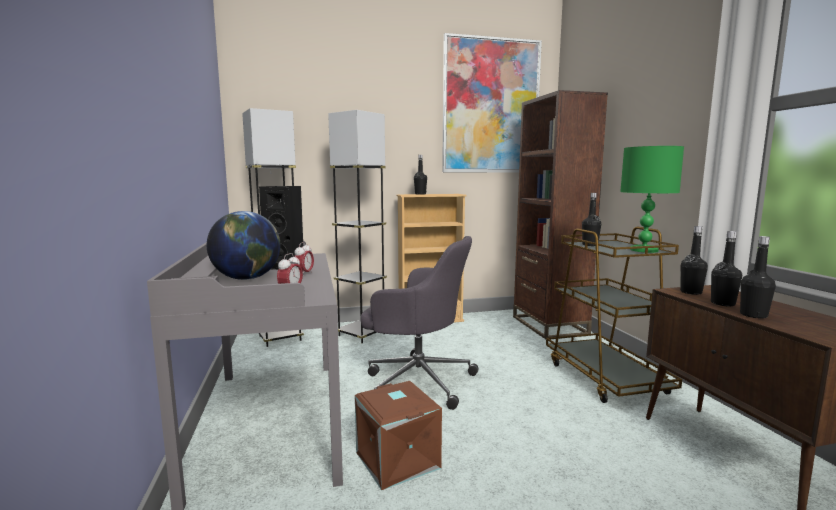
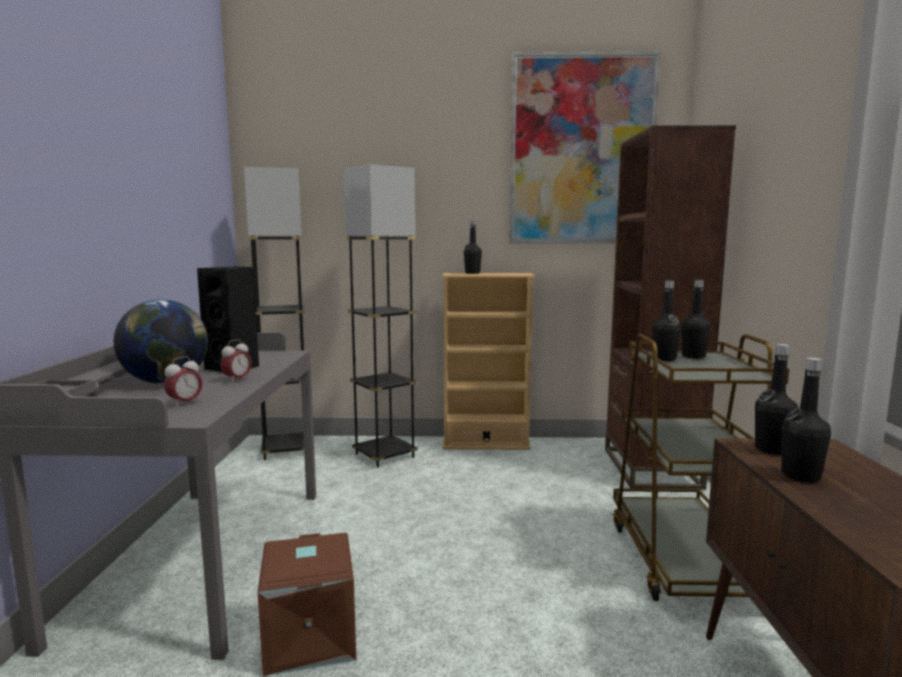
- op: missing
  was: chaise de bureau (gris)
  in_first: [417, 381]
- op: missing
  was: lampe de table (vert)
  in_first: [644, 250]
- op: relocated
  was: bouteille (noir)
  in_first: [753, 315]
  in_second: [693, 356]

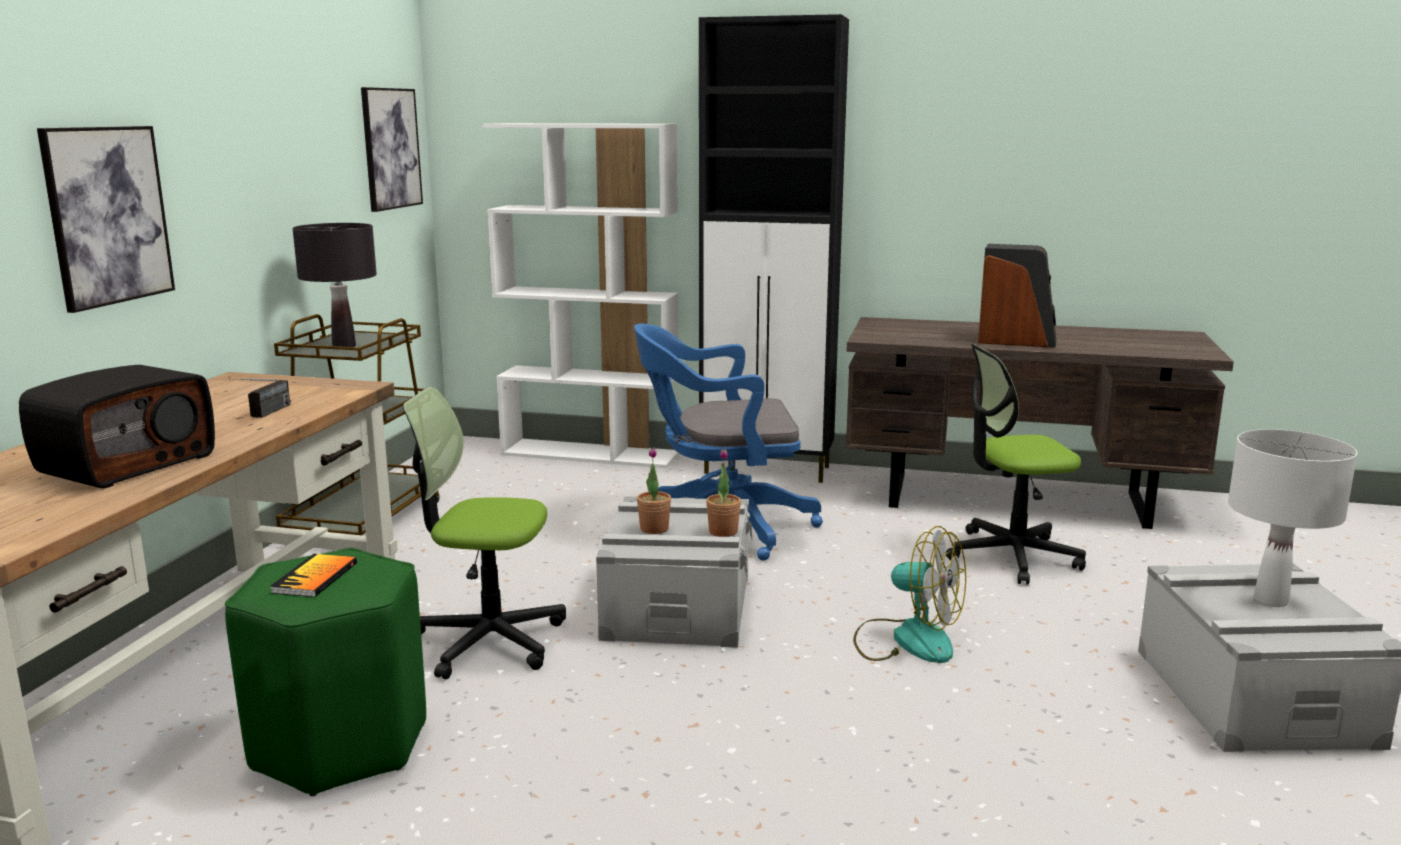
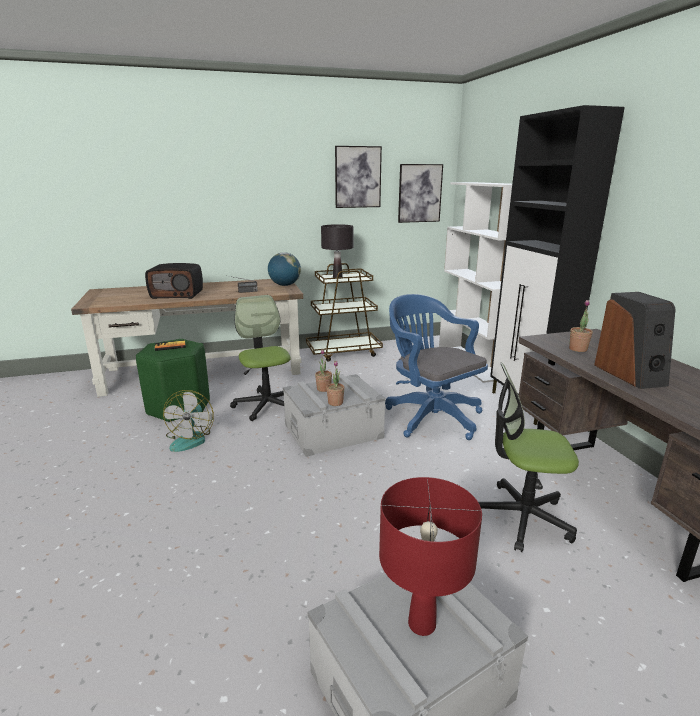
- op: appeared
  now: globe
  in_second: [285, 285]
- op: appeared
  now: plante en pot
  in_second: [578, 349]
- op: relocated
  was: tableau
  in_first: [108, 215]
  in_second: [357, 177]
- op: relocated
  was: ventilateur
  in_first: [907, 640]
  in_second: [191, 439]
- op: colour
  was: lampe de table (blanc)
  now: lampe de table (rouge)
  in_first: [1270, 600]
  in_second: [422, 624]
- op: spun
  was: chaise de bureau
  in_first: [1012, 556]
  in_second: [521, 517]
  clockwise: -45

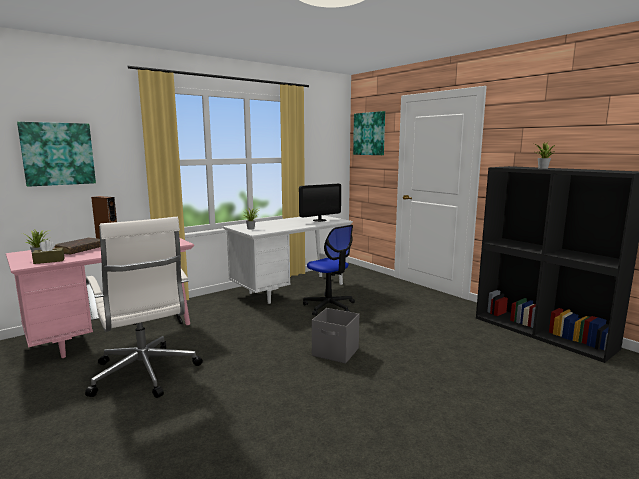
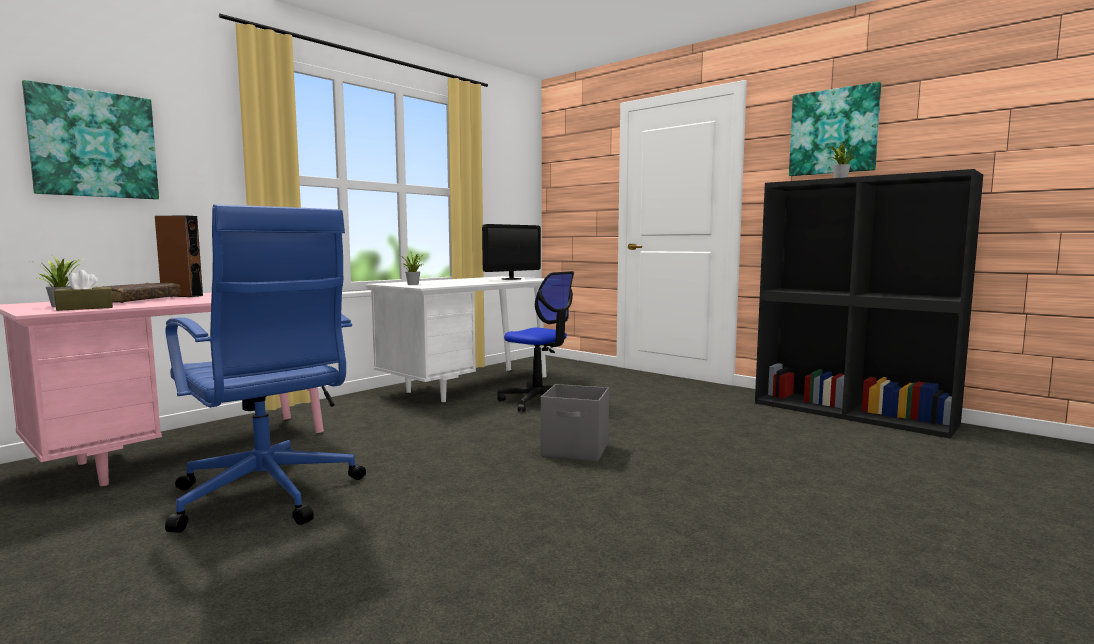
- op: relocated
  was: tableau
  in_first: [369, 134]
  in_second: [833, 132]
- op: colour
  was: chaise de bureau (blanc)
  now: chaise de bureau (bleu)
  in_first: [144, 374]
  in_second: [267, 496]

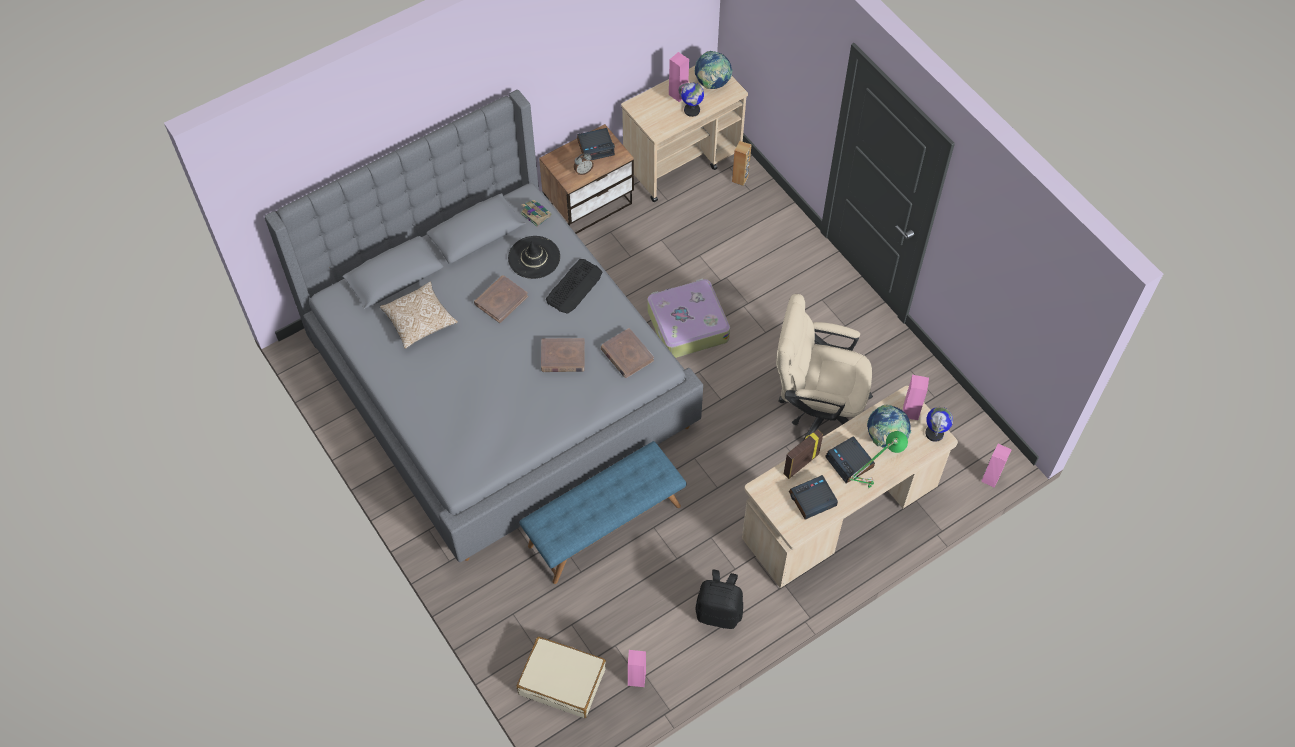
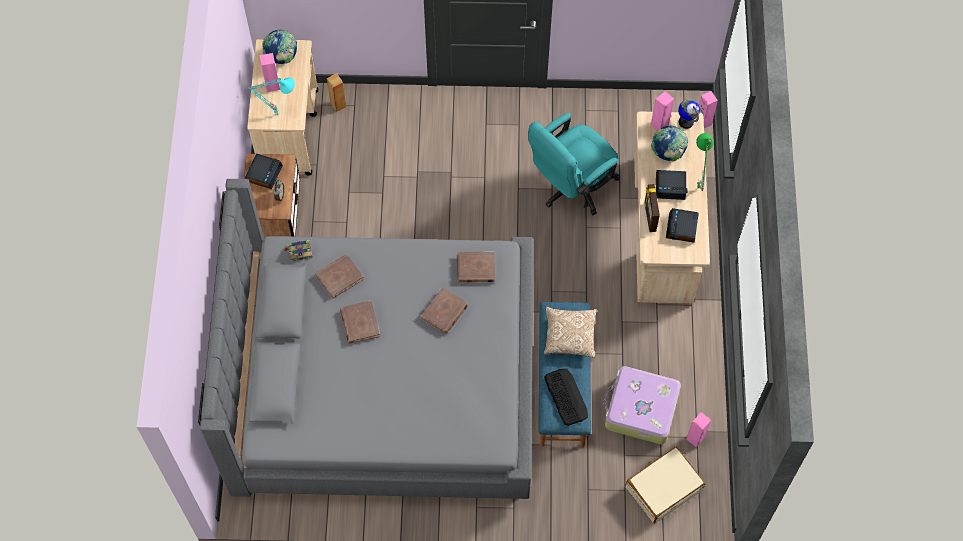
- op: missing
  was: globe
  in_first: [692, 110]
- op: missing
  was: sac à dos (noir)
  in_first: [719, 612]
- op: appeared
  now: lampe de table (turquoise)
  in_second: [277, 113]
- op: relocated
  was: coussin
  in_first: [419, 321]
  in_second: [569, 336]
- op: relocated
  was: clavier
  in_first: [574, 286]
  in_second: [566, 397]
- op: relocated
  was: valise
  in_first: [687, 325]
  in_second: [640, 409]
- op: exchanged
  was: chapeau (noir)
  now: livre (marron)
  in_first: [534, 257]
  in_second: [339, 277]
- op: colour
  was: chaise de bureau (beige)
  now: chaise de bureau (turquoise)
  in_first: [816, 408]
  in_second: [571, 187]

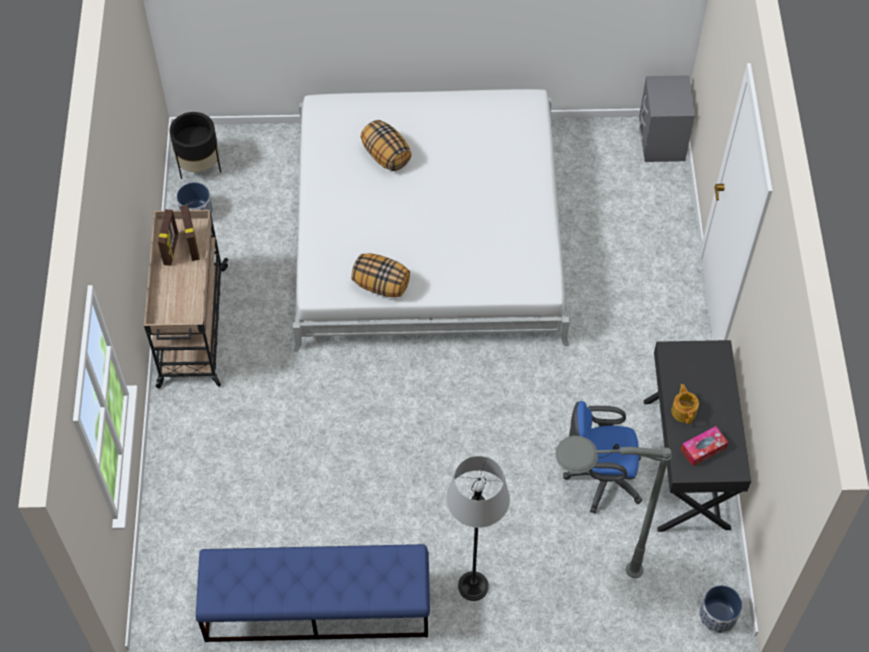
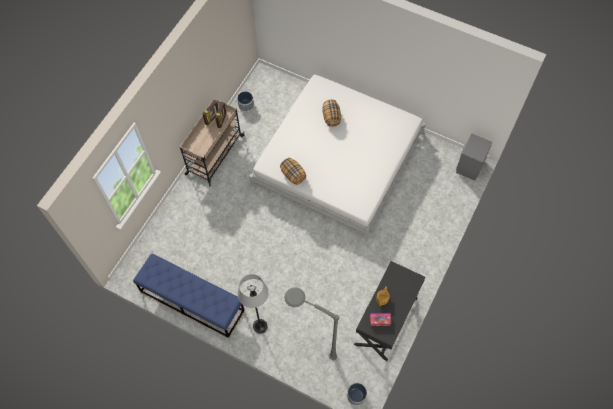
- op: missing
  was: cache-pot (noir)
  in_first: [199, 166]
- op: missing
  was: chaise de bureau (bleu)
  in_first: [600, 478]

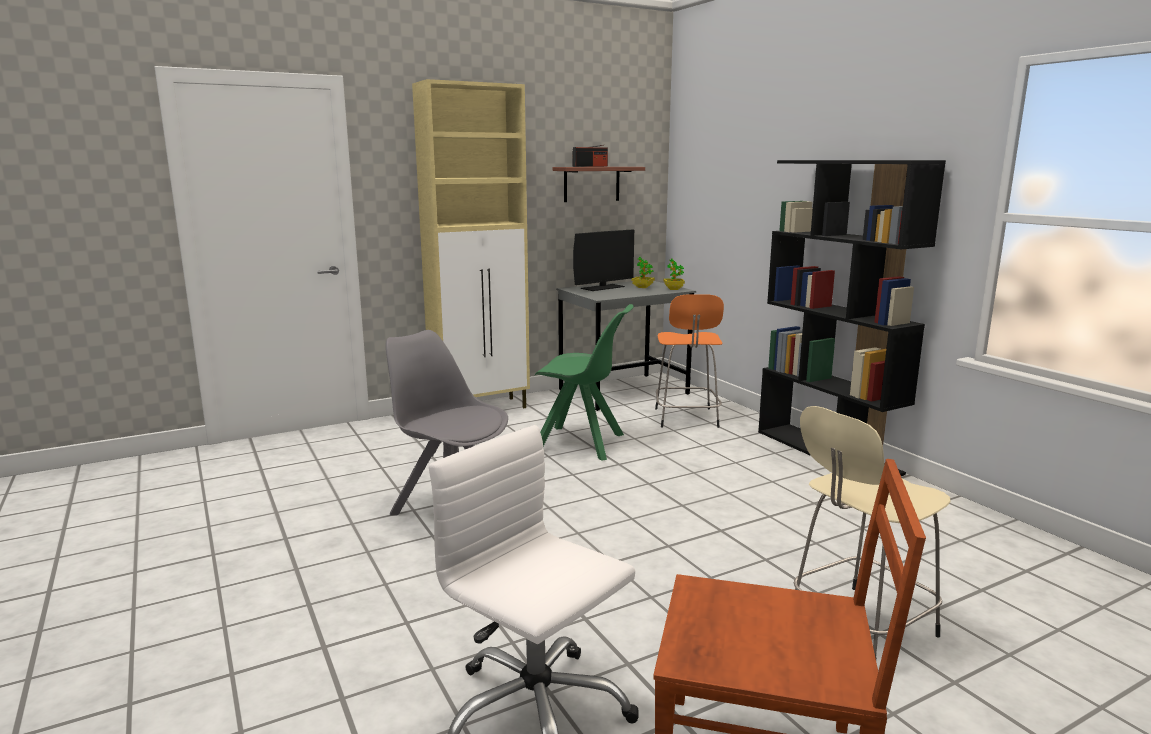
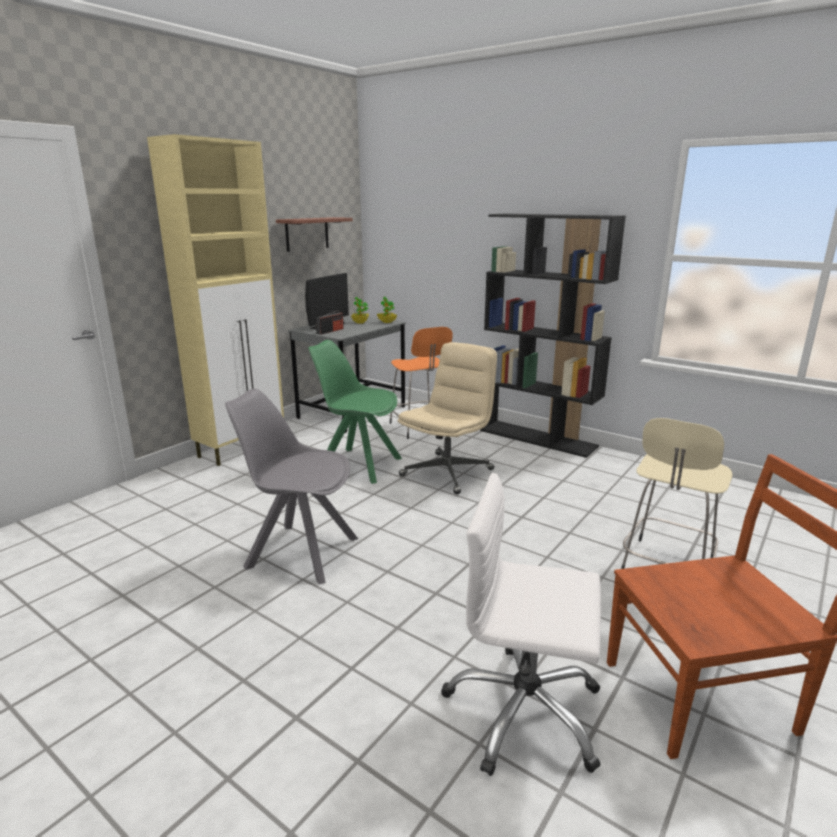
- op: appeared
  now: chaise de bureau (beige)
  in_second: [447, 472]
- op: relocated
  was: radio
  in_first: [590, 166]
  in_second: [330, 331]
- op: spun
  was: chaise (vert)
  in_first: [582, 444]
  in_second: [357, 465]
  clockwise: -150

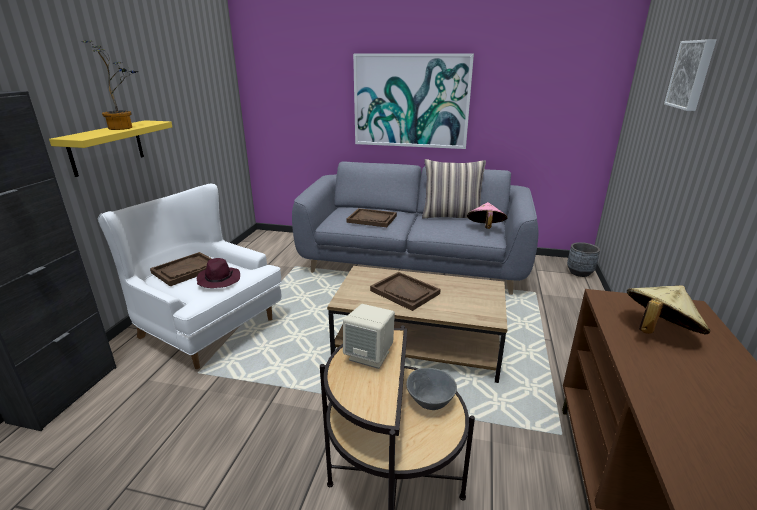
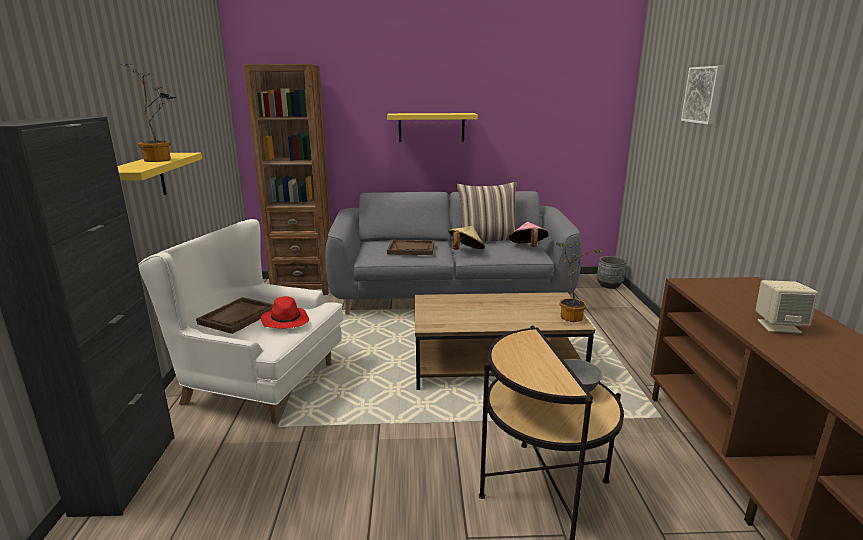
- op: missing
  was: plateau (marron)
  in_first: [405, 292]
- op: appeared
  now: bibliothèque (marron)
  in_second: [304, 286]
- op: appeared
  now: plante en pot
  in_second: [570, 316]
- op: relocated
  was: enceinte (beige)
  in_first: [370, 355]
  in_second: [778, 326]
- op: relocated
  was: chapeau (beige)
  in_first: [658, 331]
  in_second: [465, 251]
- op: exchanged
  was: tableau
  now: étagère (jaune)
  in_first: [411, 101]
  in_second: [431, 127]
- op: colour
  was: chapeau (violet)
  now: chapeau (rouge)
  in_first: [218, 280]
  in_second: [285, 321]

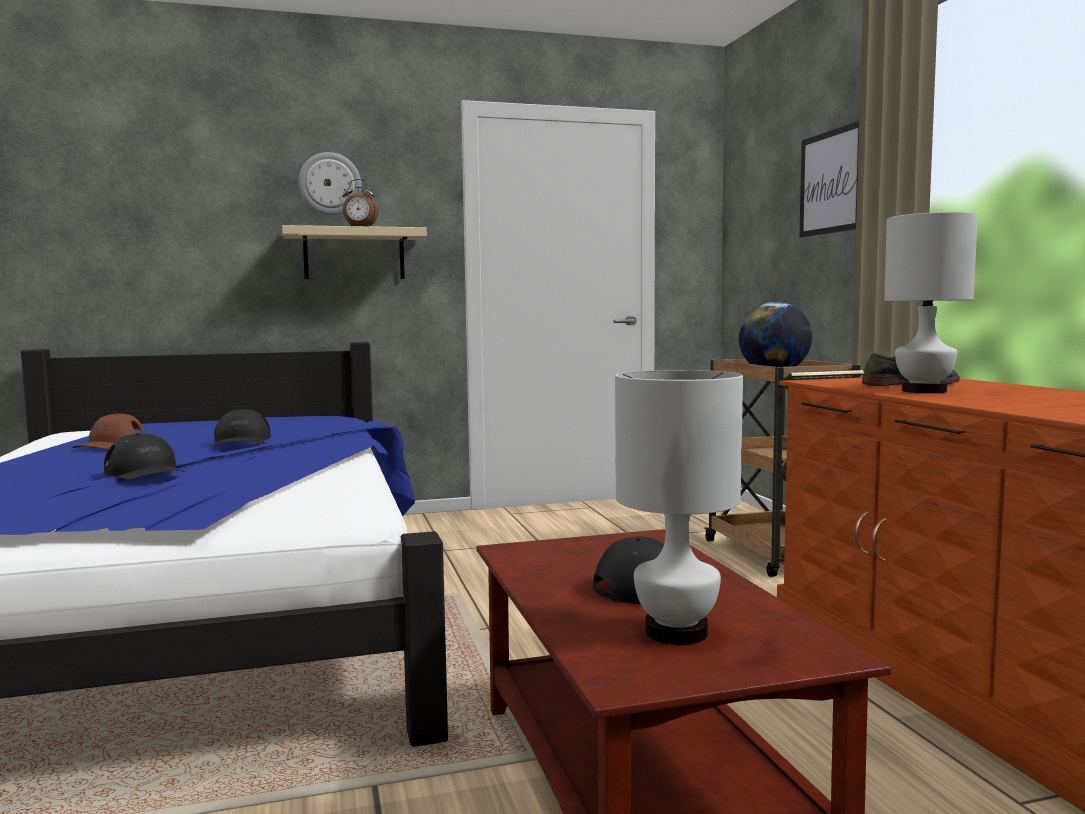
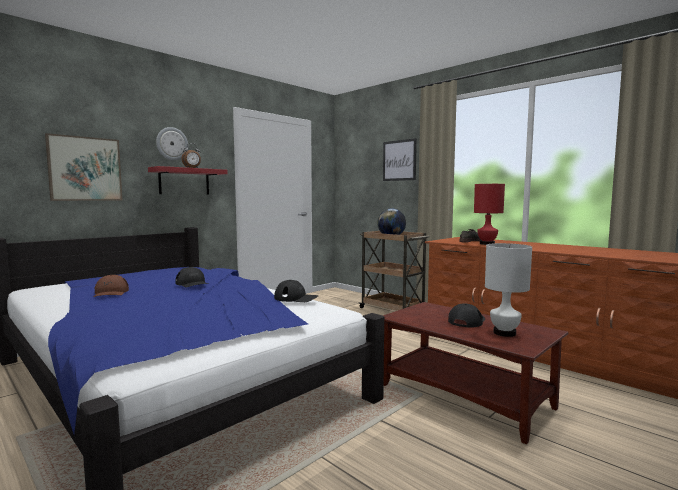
- op: appeared
  now: tableau
  in_second: [85, 169]
- op: relocated
  was: casquette (noir)
  in_first: [145, 472]
  in_second: [296, 298]
- op: colour
  was: étagère (beige)
  now: étagère (rouge)
  in_first: [354, 254]
  in_second: [184, 181]
- op: colour
  was: lampe de table (blanc)
  now: lampe de table (rouge)
  in_first: [923, 391]
  in_second: [486, 244]

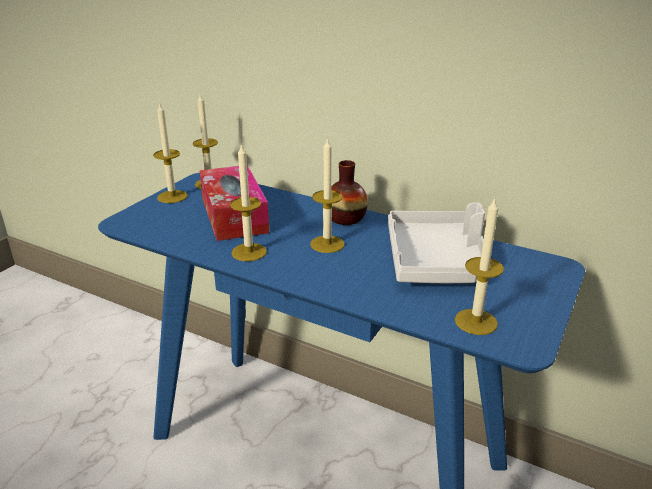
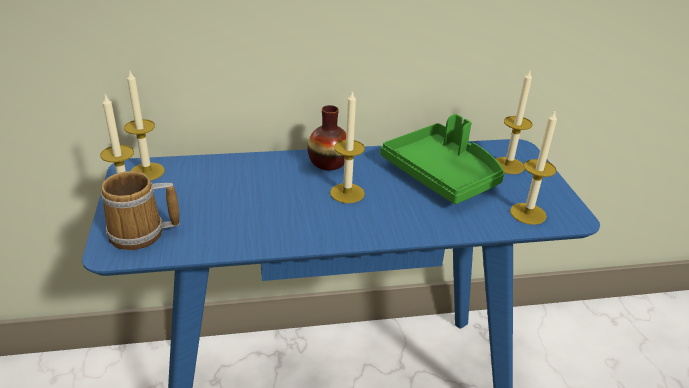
- op: missing
  was: boîte à mouchoirs
  in_first: [234, 215]
- op: appeared
  now: mug
  in_second: [140, 234]
- op: relocated
  was: bougie
  in_first: [249, 252]
  in_second: [508, 165]
- op: colour
  was: plateau (blanc)
  now: plateau (vert)
  in_first: [435, 260]
  in_second: [442, 175]

